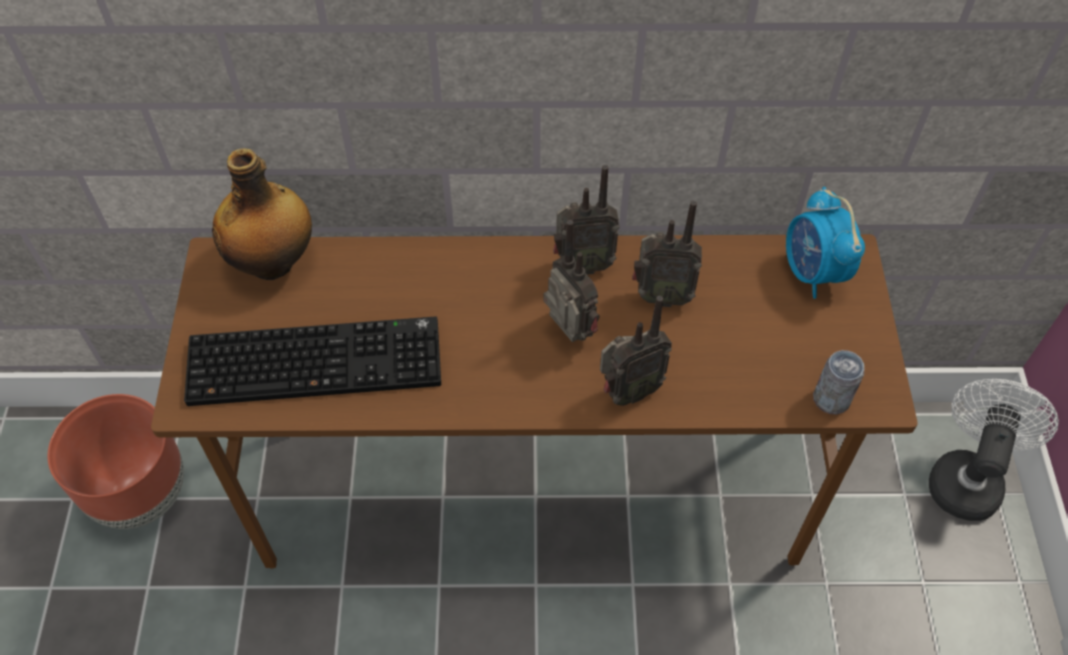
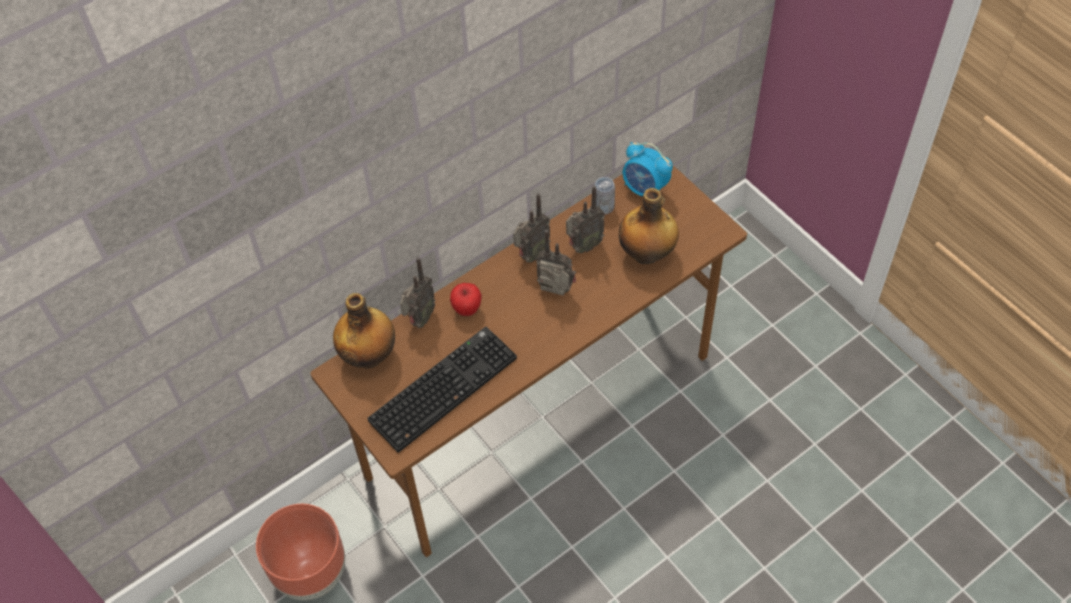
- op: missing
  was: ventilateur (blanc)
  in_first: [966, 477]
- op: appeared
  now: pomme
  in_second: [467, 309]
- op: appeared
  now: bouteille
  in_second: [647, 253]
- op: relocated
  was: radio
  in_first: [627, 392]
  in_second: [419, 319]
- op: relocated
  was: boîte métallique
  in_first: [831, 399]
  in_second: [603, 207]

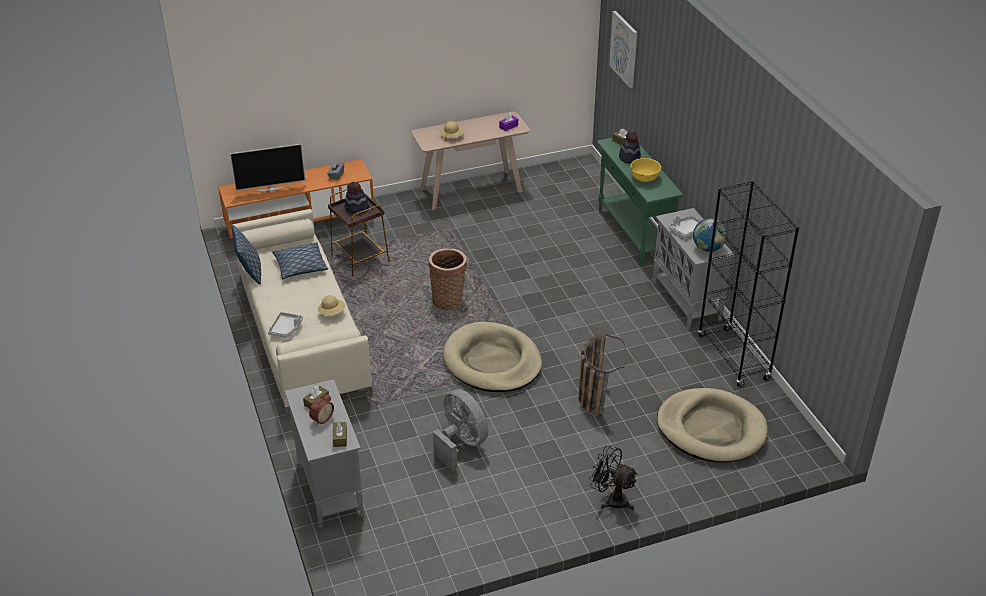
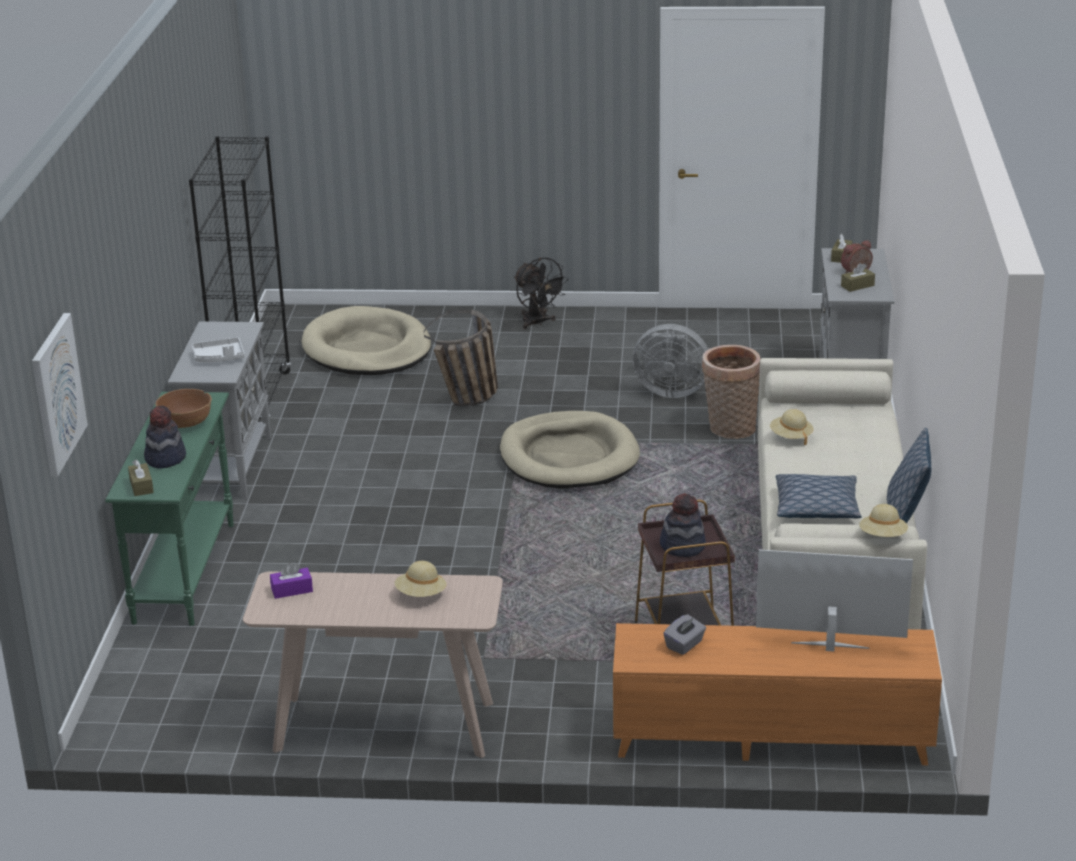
- op: missing
  was: plateau (gris)
  in_first: [286, 329]
- op: missing
  was: globe
  in_first: [708, 248]
- op: appeared
  now: chapeau (beige)
  in_second: [883, 536]
- op: relocated
  was: panier
  in_first: [448, 300]
  in_second: [729, 429]
- op: colour
  was: bol (jaune)
  now: bol (marron)
  in_first: [644, 178]
  in_second: [186, 423]
- op: spun
  was: ventilateur (gris)
  in_first: [461, 444]
  in_second: [670, 391]
  clockwise: -60

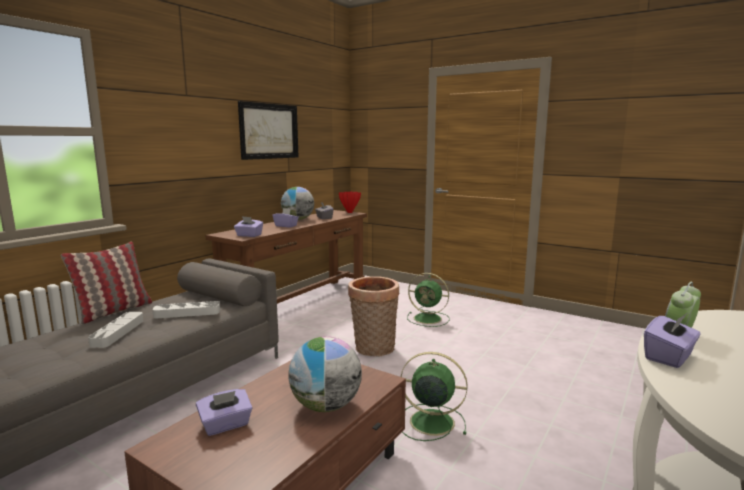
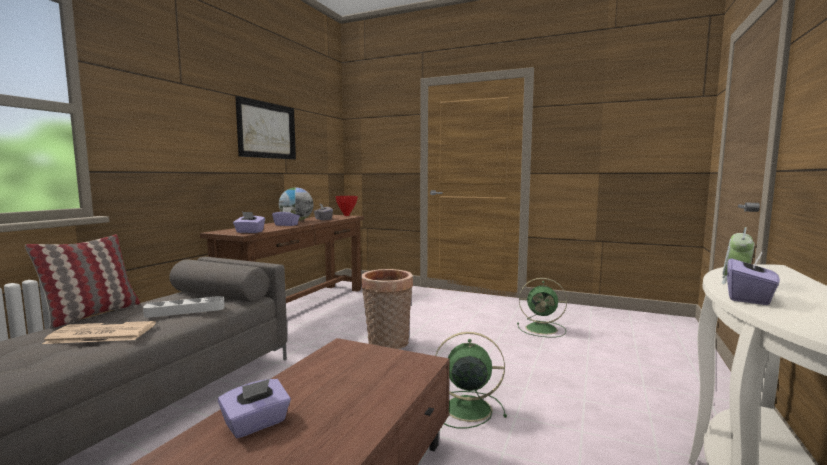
- op: missing
  was: globe
  in_first: [326, 406]
- op: relocated
  was: ventilateur (vert)
  in_first: [429, 319]
  in_second: [543, 329]
- op: exchanged
  was: plateau (gris)
  now: journal
  in_first: [118, 332]
  in_second: [100, 334]

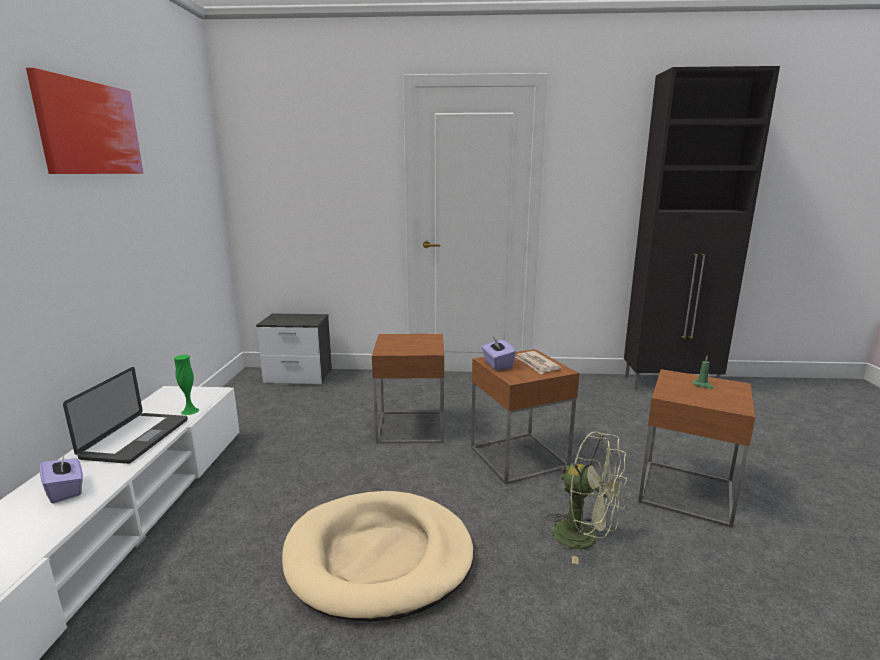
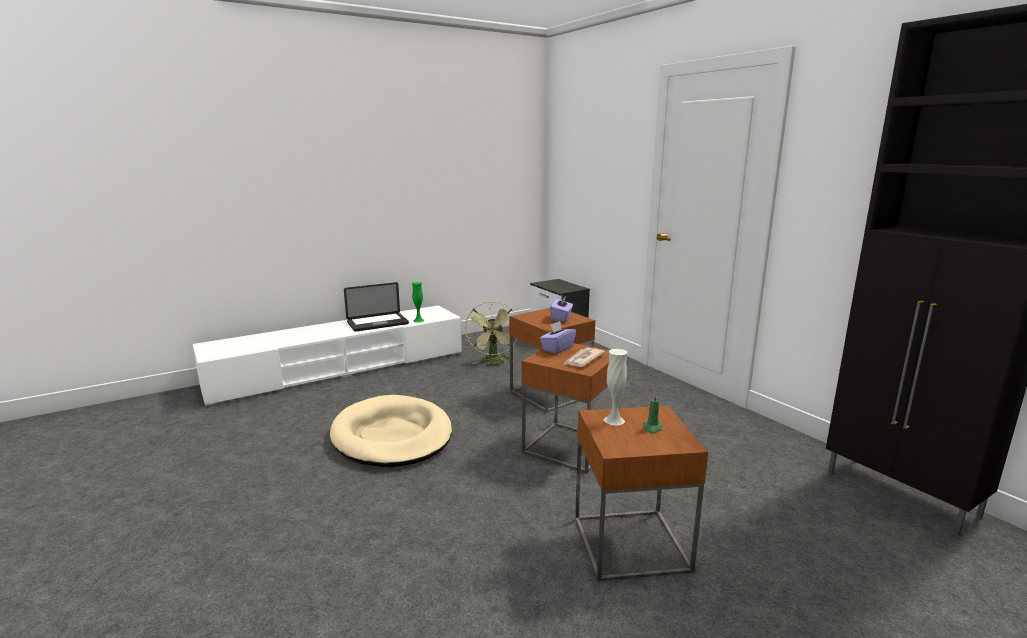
- op: missing
  was: tableau
  in_first: [89, 128]
- op: appeared
  now: vase (blanc)
  in_second: [614, 420]
- op: relocated
  was: boîte à mouchoirs (violet)
  in_first: [66, 490]
  in_second: [561, 318]
- op: relocated
  was: ventilateur (vert)
  in_first: [584, 538]
  in_second: [494, 363]

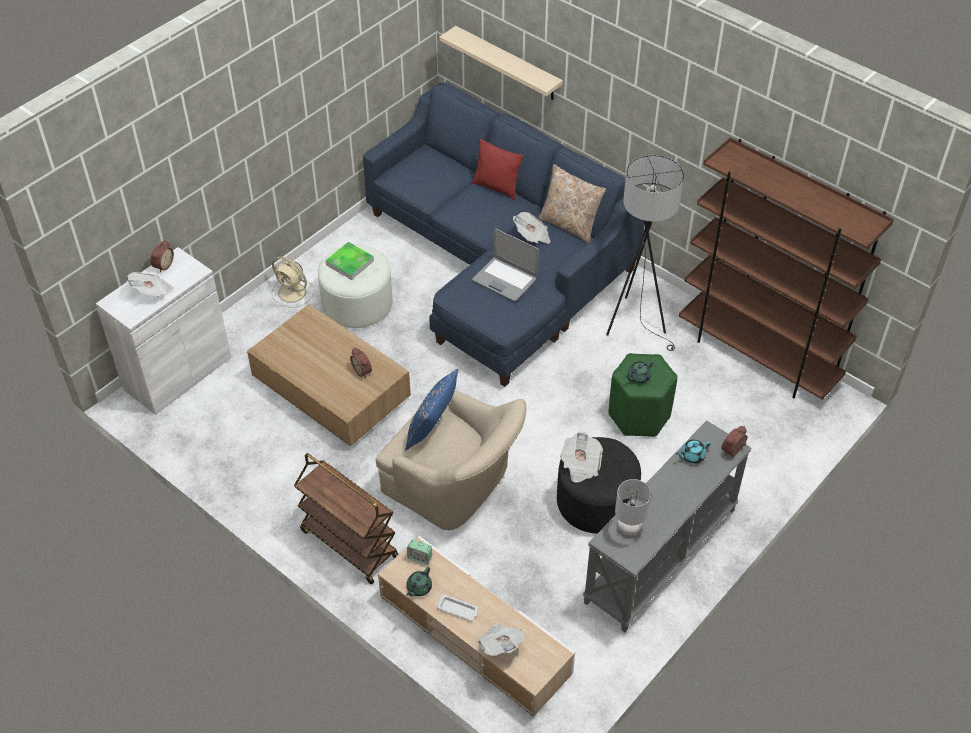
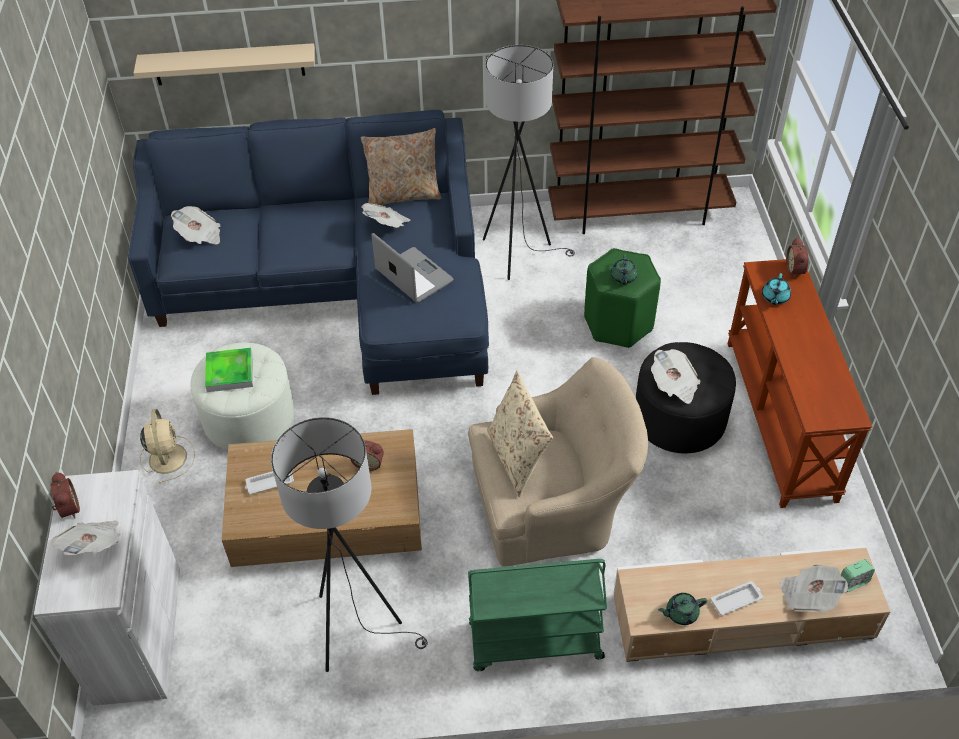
- op: missing
  was: coussin (rouge)
  in_first: [496, 187]
- op: missing
  was: lampe de table (gris)
  in_first: [629, 528]
- op: appeared
  now: journal
  in_second: [200, 236]
- op: appeared
  now: plateau (blanc)
  in_second: [269, 483]
- op: appeared
  now: lampadaire (gris)
  in_second: [357, 627]
- op: relocated
  was: réveil
  in_first: [420, 557]
  in_second: [853, 582]
- op: colour
  was: chariot (marron)
  now: chariot (vert)
  in_first: [349, 544]
  in_second: [534, 642]
- op: colour
  was: coussin (bleu)
  now: coussin (beige)
  in_first: [432, 429]
  in_second: [517, 458]
- op: colour
  was: table console (gris)
  now: table console (marron)
  in_first: [661, 556]
  in_second: [781, 419]
- op: spun
  was: ventilateur (beige)
  in_first: [293, 293]
  in_second: [168, 457]
  clockwise: -90
- op: spun
  was: théière (vert)
  in_first: [418, 588]
  in_second: [681, 613]
  clockwise: 90
- op: spun
  was: ordinateur portable
  in_first: [505, 279]
  in_second: [413, 276]
  clockwise: -120

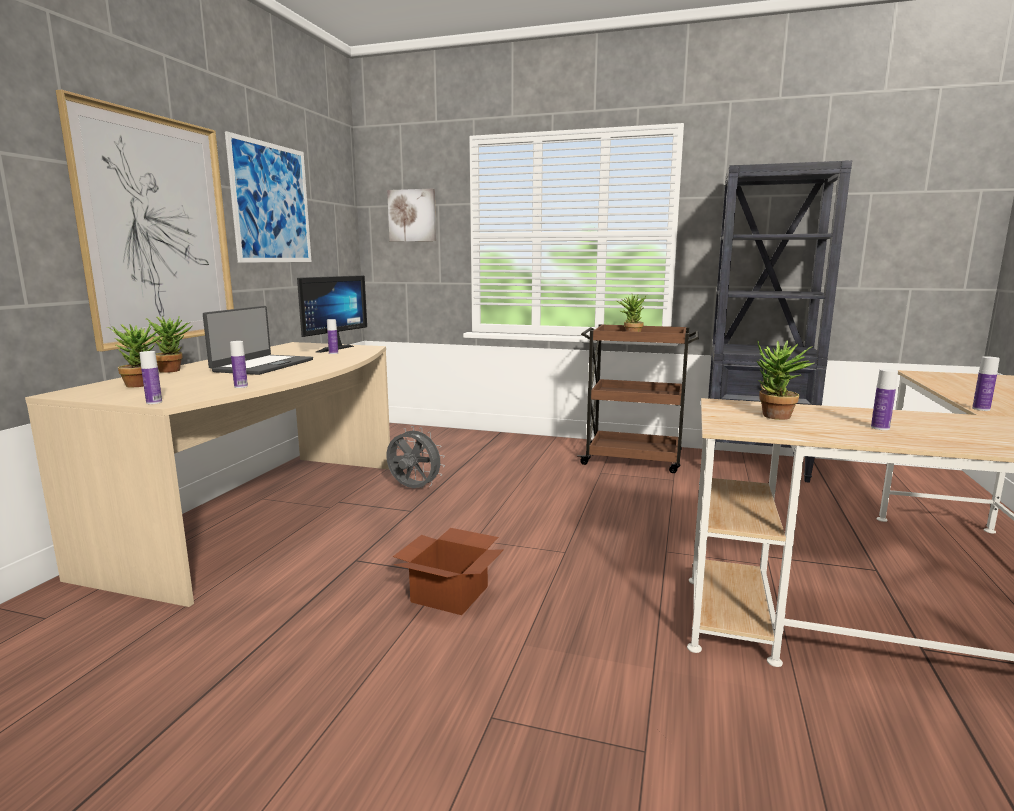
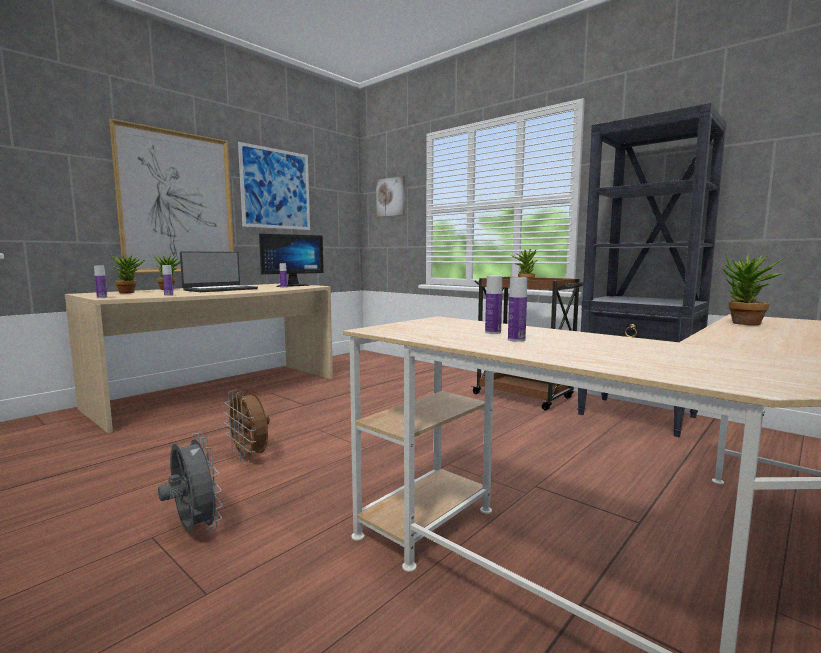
- op: relocated
  was: ventilateur (gris)
  in_first: [413, 489]
  in_second: [194, 529]
- op: relocated
  was: plante en pot
  in_first: [775, 417]
  in_second: [744, 324]
- op: relocated
  was: bouteille
  in_first: [981, 409]
  in_second: [493, 332]
- op: exchanged
  was: carton
  now: ventilateur (marron)
  in_first: [451, 593]
  in_second: [250, 457]

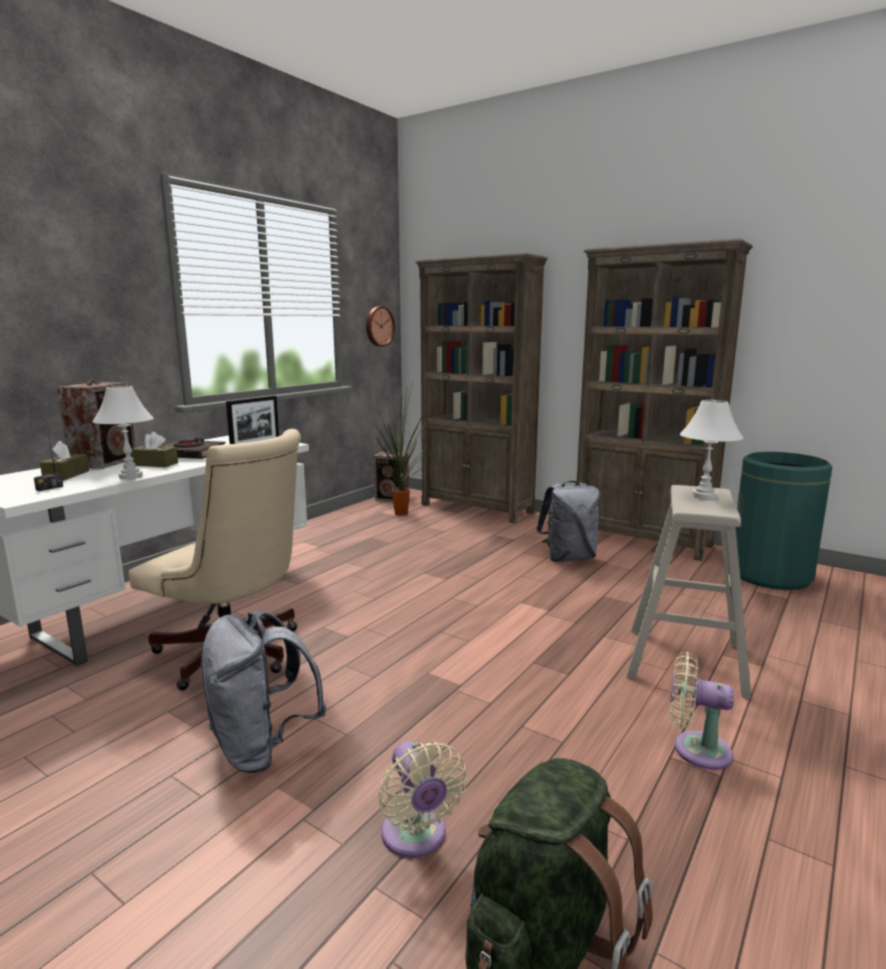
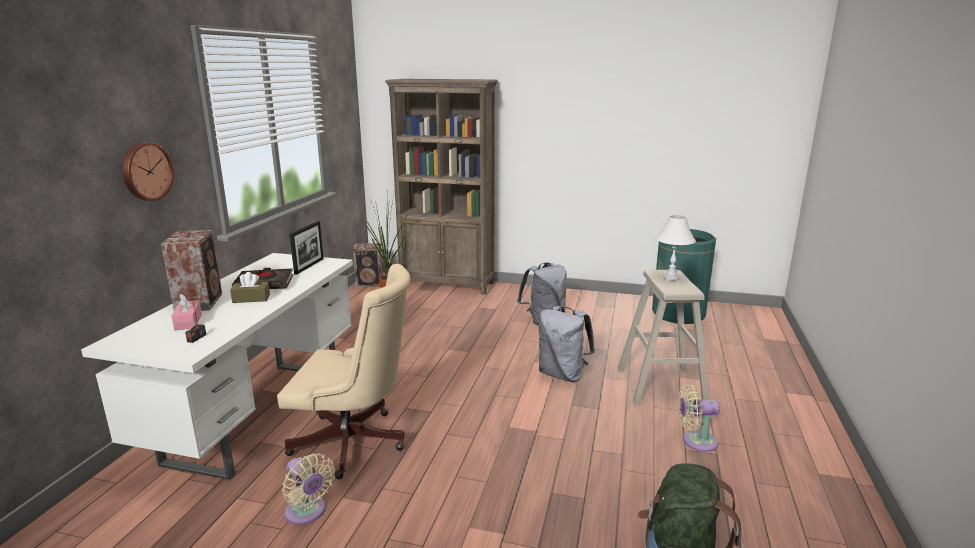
- op: missing
  was: lampe de table (blanc)
  in_first: [130, 476]
- op: missing
  was: bibliothèque (marron)
  in_first: [642, 540]
- op: relocated
  was: sac à dos (gris)
  in_first: [262, 748]
  in_second: [563, 374]
- op: relocated
  was: horloge murale
  in_first: [379, 326]
  in_second: [146, 171]
- op: relocated
  was: ventilateur (beige)
  in_first: [416, 837]
  in_second: [307, 513]
- op: colour
  was: boîte à mouchoirs (marron)
  now: boîte à mouchoirs (rose)
  in_first: [66, 475]
  in_second: [188, 322]

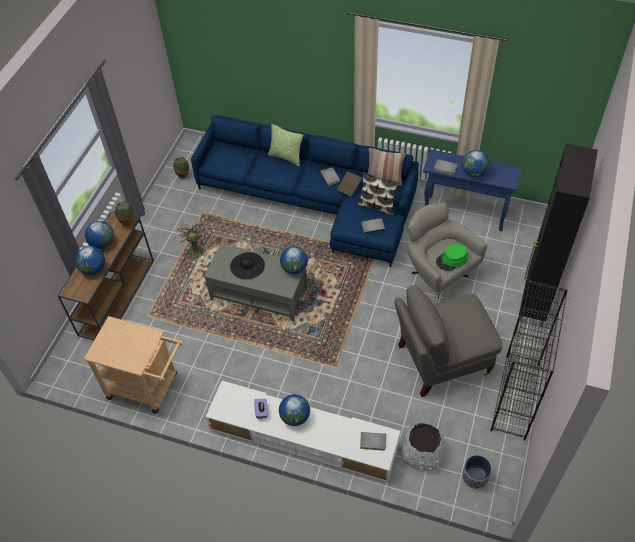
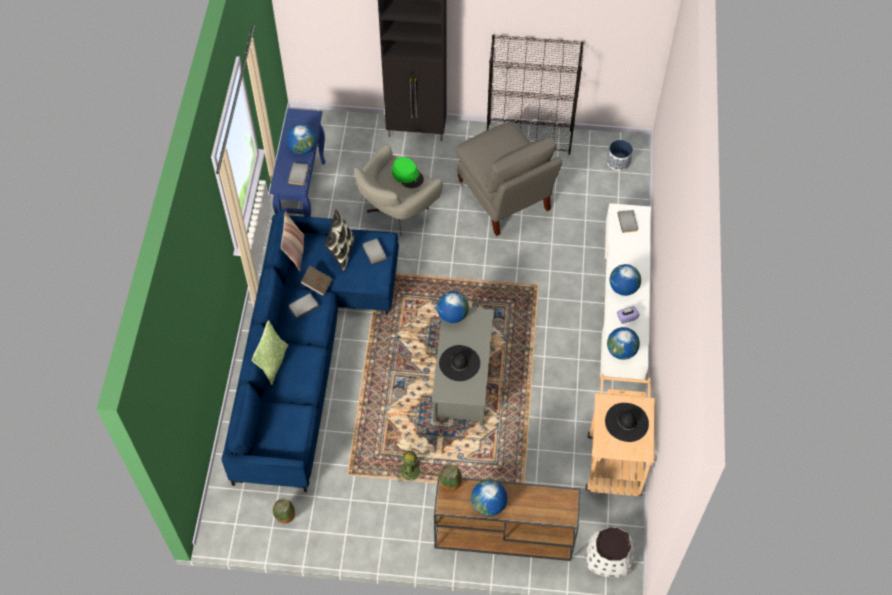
- op: appeared
  now: chapeau (noir)
  in_second: [626, 422]
- op: relocated
  was: globe
  in_first: [93, 269]
  in_second: [621, 351]
- op: relocated
  was: cache-pot (blanc)
  in_first: [422, 451]
  in_second: [609, 556]
- op: spun
  was: ventilateur (beige)
  in_first: [194, 249]
  in_second: [410, 466]
  clockwise: 135

